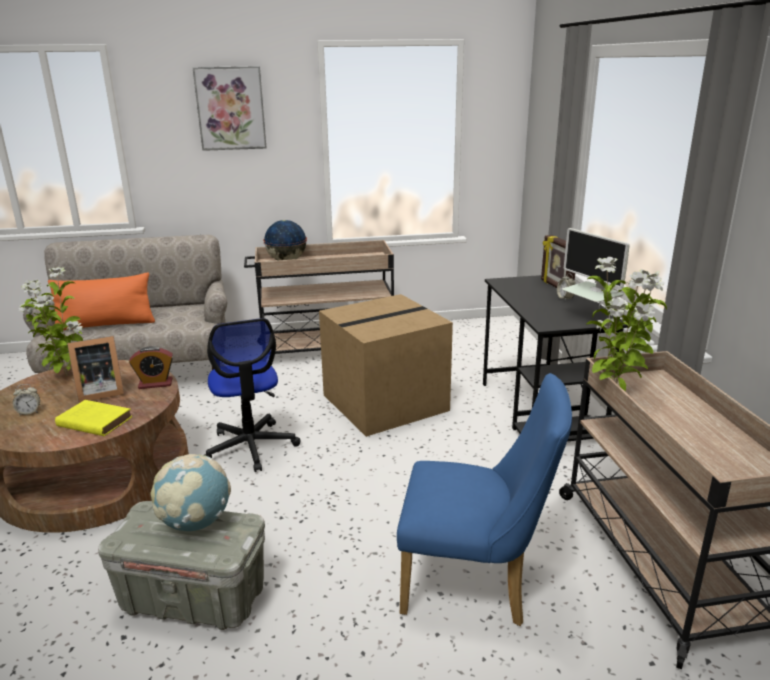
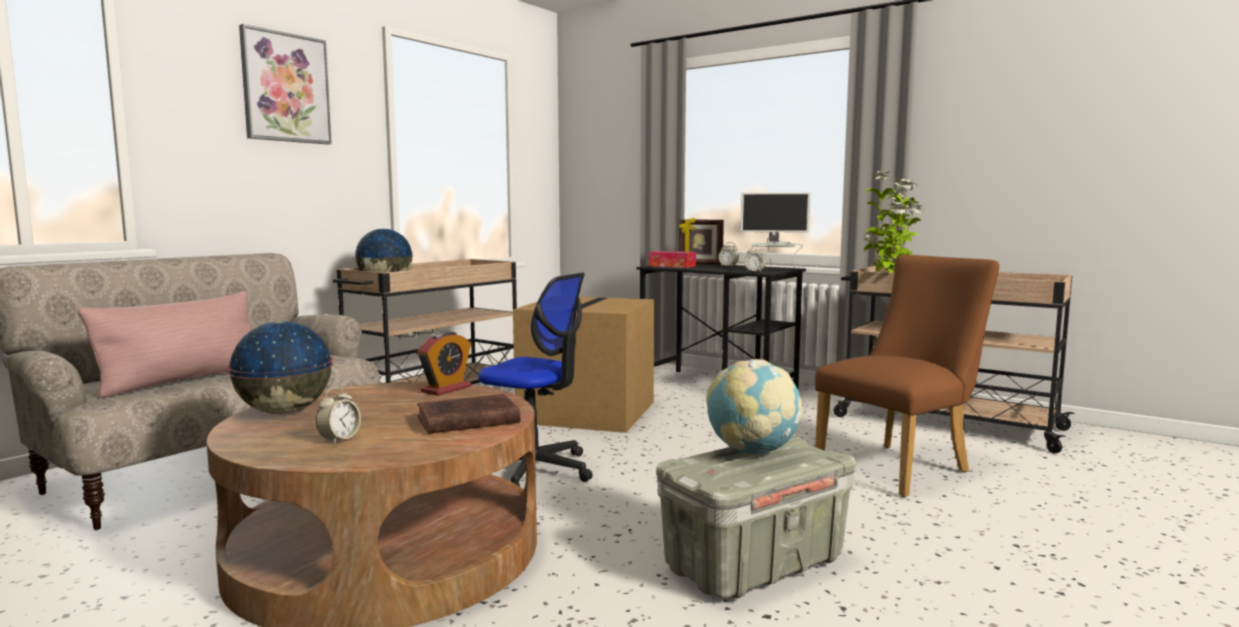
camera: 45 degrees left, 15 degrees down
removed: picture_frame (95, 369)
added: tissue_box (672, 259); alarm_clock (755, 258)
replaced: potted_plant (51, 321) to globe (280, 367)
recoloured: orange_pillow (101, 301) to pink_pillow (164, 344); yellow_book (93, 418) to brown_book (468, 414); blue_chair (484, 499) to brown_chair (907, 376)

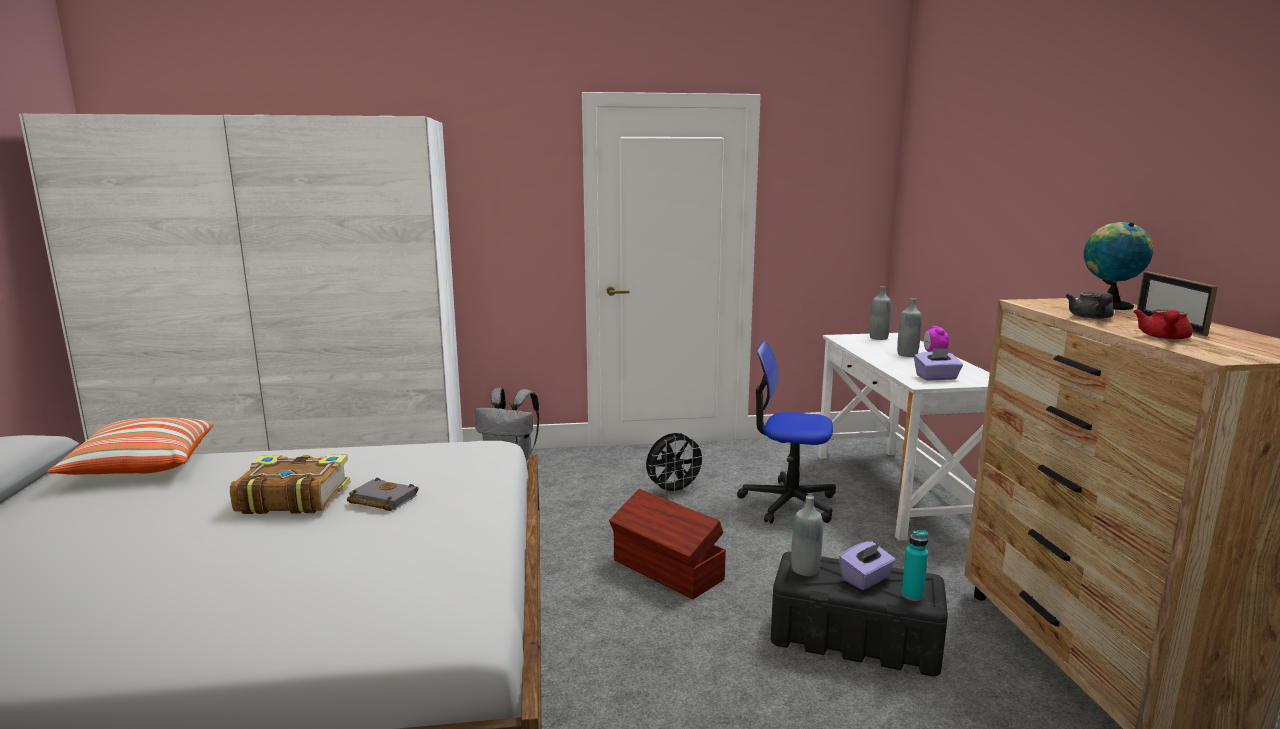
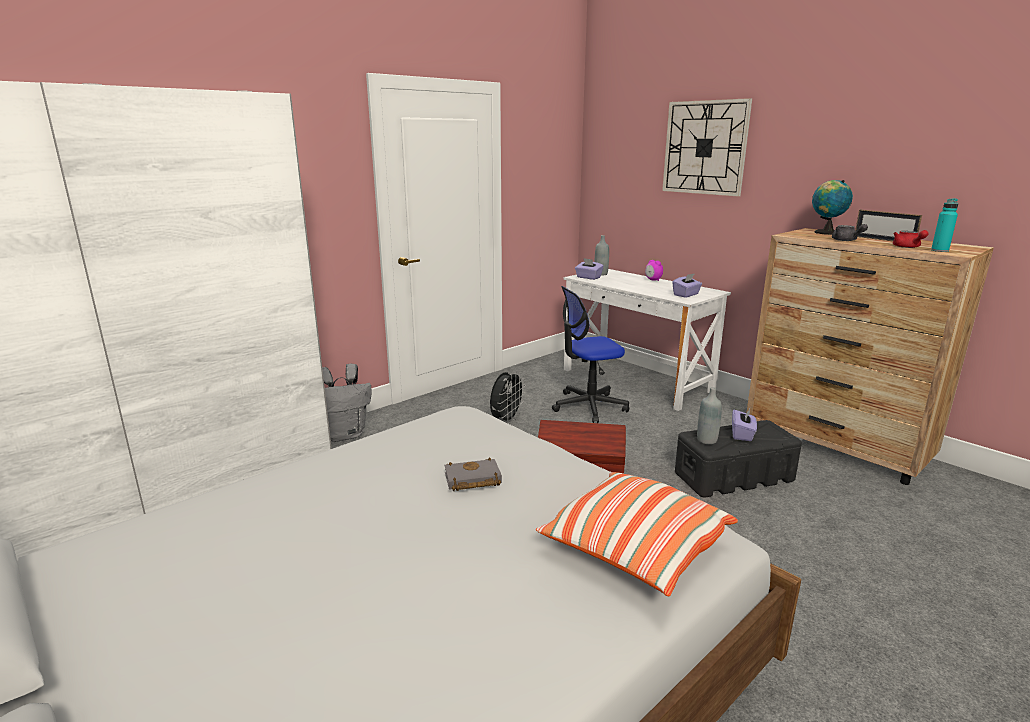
camera: 35 degrees left, 5 degrees up
removed: book (290, 484); grey_bottle (909, 327)
added: purple_tissue_box (589, 269); wall_clock (707, 147)
moved: pillow (130, 446) to (637, 534); turquoise_bottle (915, 565) to (944, 225)

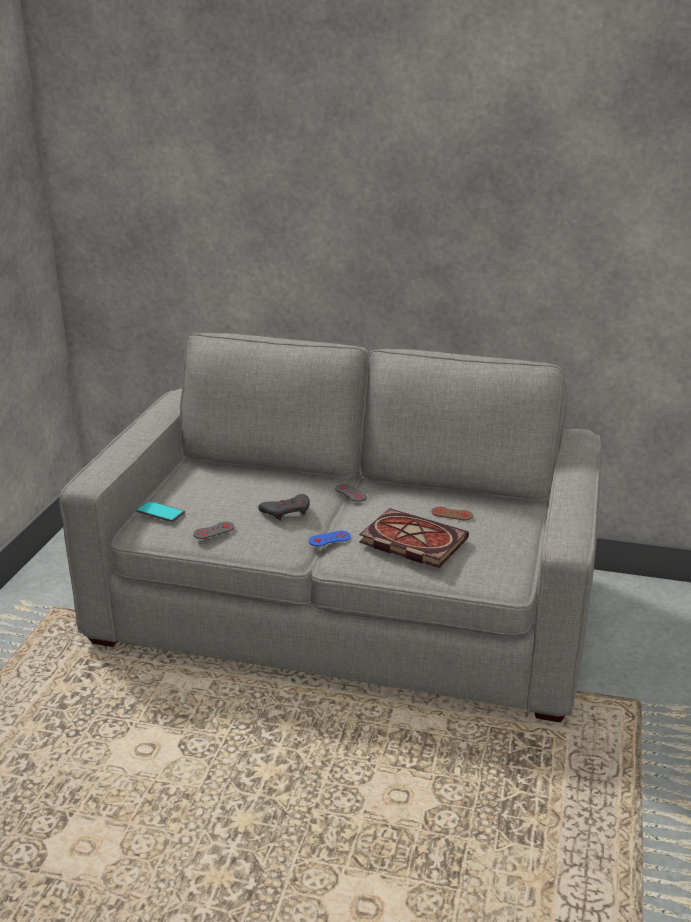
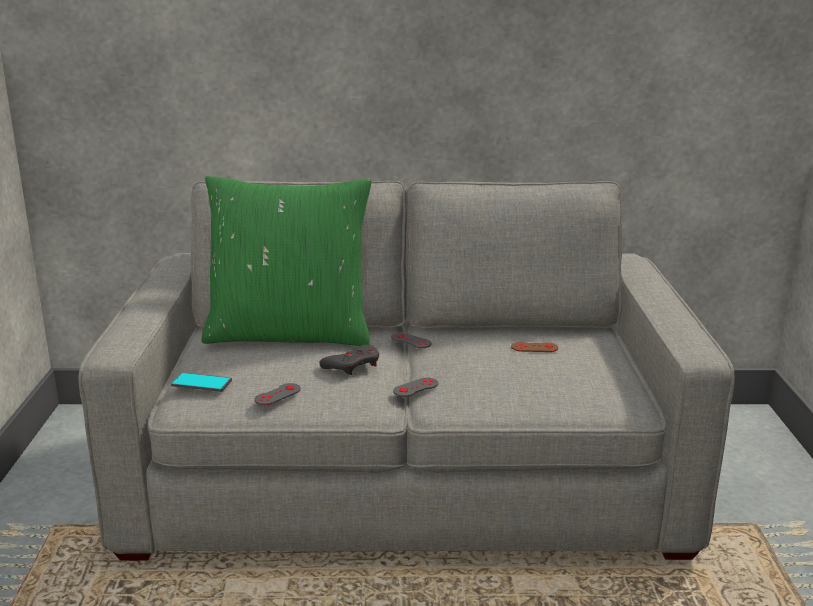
camera: 15 degrees left, 5 degrees down
removed: book (414, 538)
added: green_pillow (286, 261)
recoloured: blue_game_controller (330, 538) to grey_game_controller (415, 387)

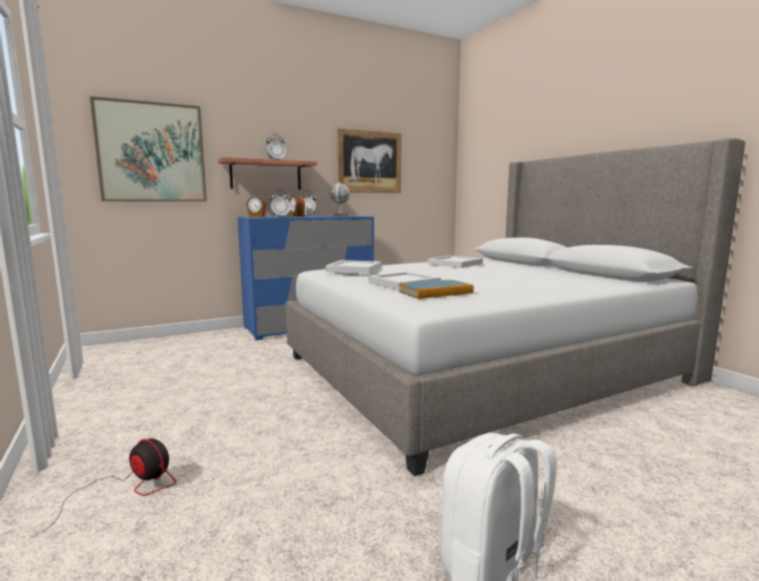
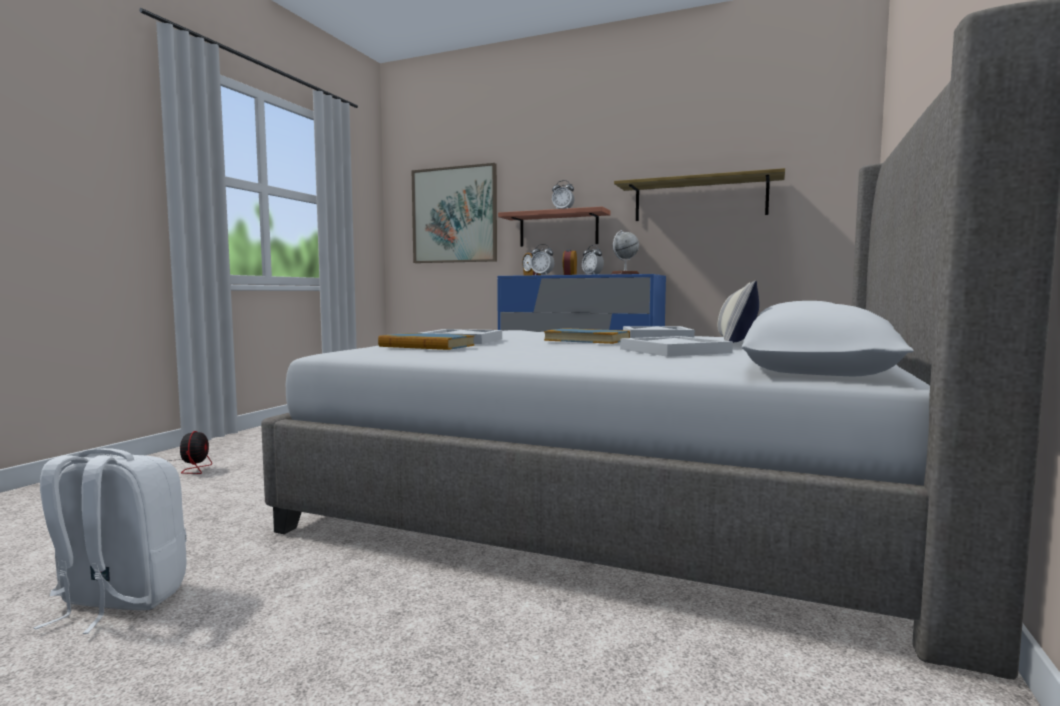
camera: 50 degrees right, 5 degrees down
added: book (587, 336); pillow (738, 311)
moved: white_tray (353, 267) to (676, 346)
replaced: picture (369, 160) to shelf (699, 194)

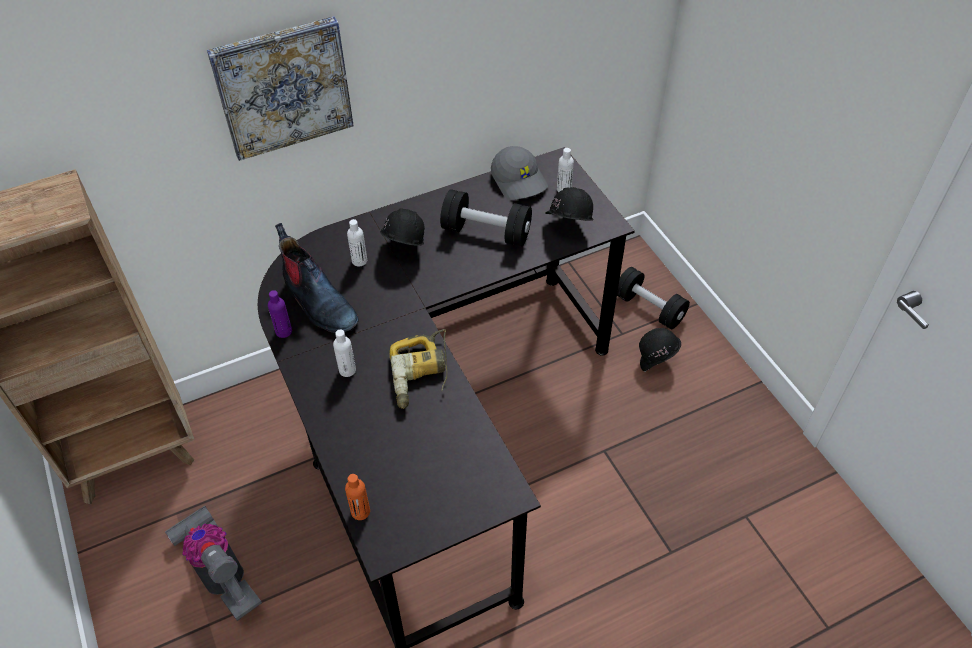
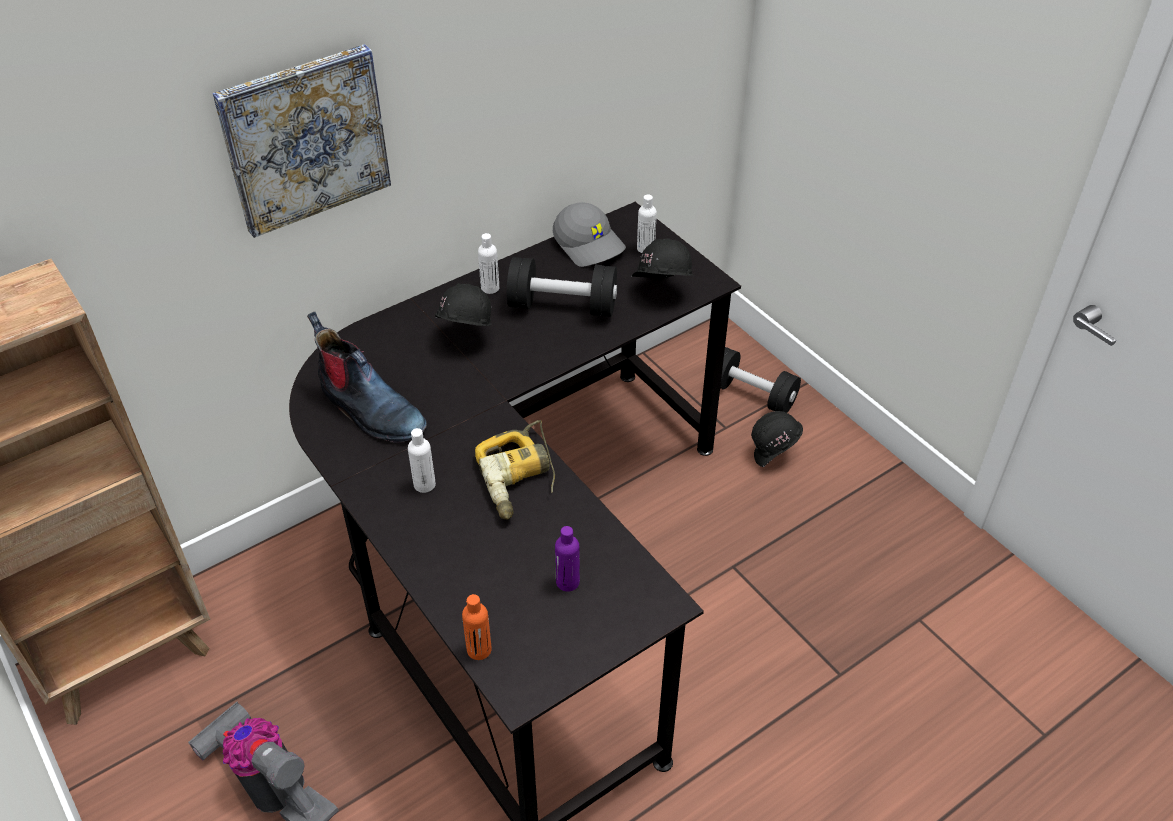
camera: 10 degrees left, 5 degrees down
moved: purple_bottle (280, 314) to (567, 559); white_bottle (357, 242) to (488, 263)

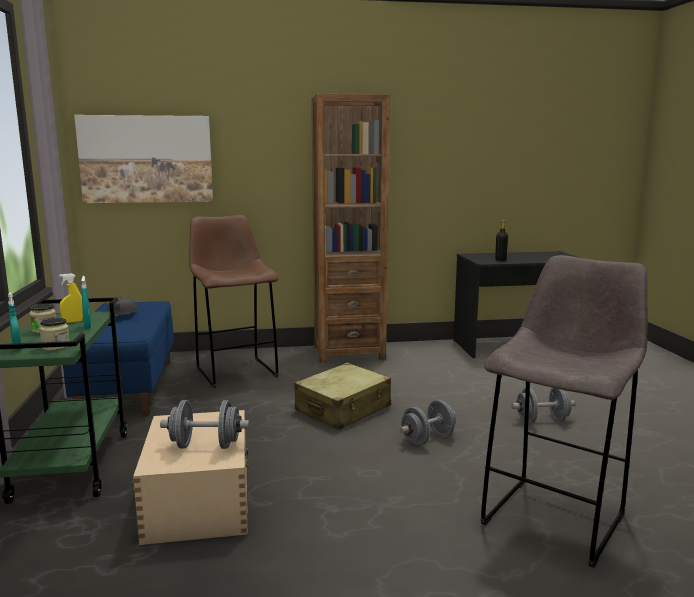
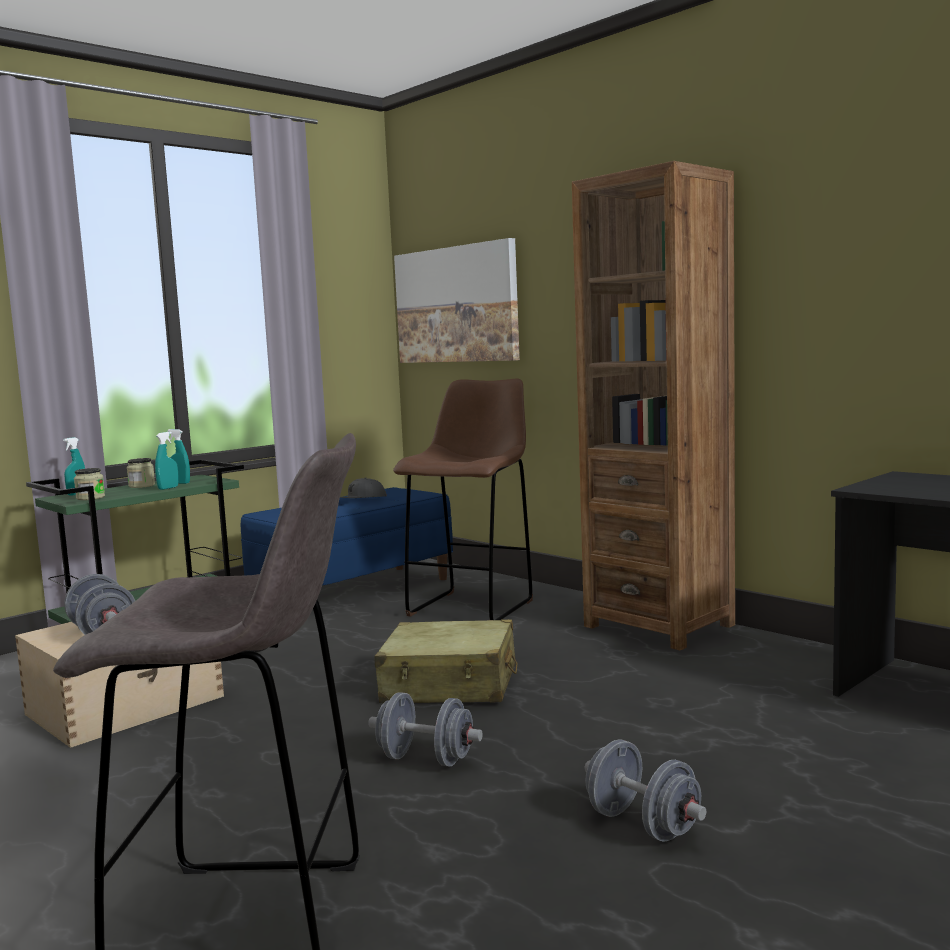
camera: 55 degrees right, 5 degrees down
removed: black_bottle (501, 240)
recoloured: yellow_spray_bottle (71, 298) to turquoise_spray_bottle (178, 456)

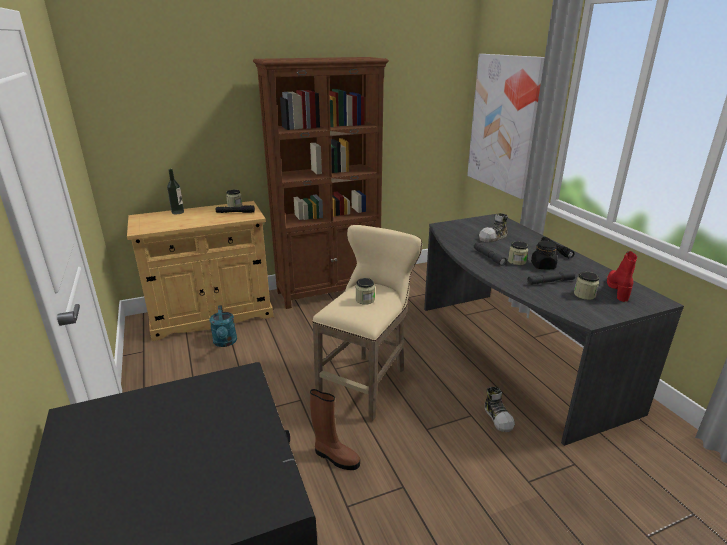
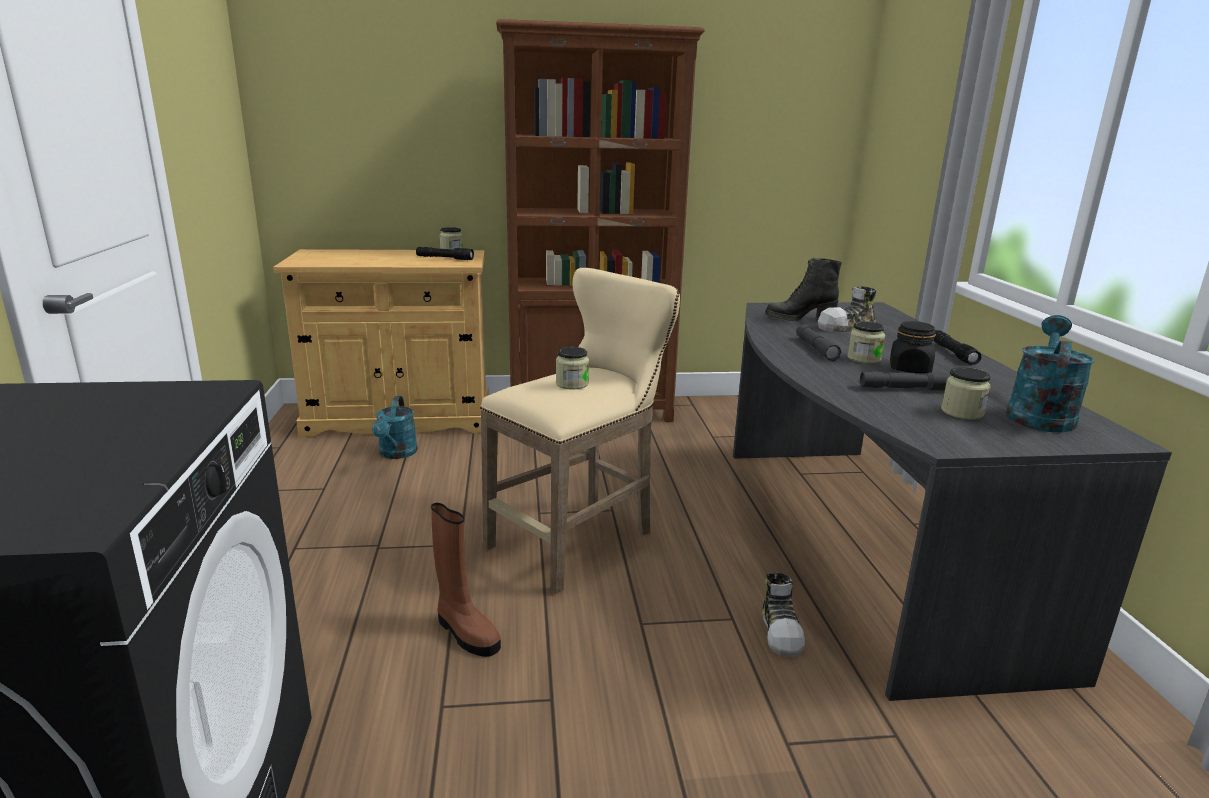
camera: 15 degrees right, 5 degrees down
removed: bottle (175, 191); picture (506, 126)
added: black_boot (803, 289)
replaced: red_boot (622, 276) to turquoise_watering_can (1050, 373)

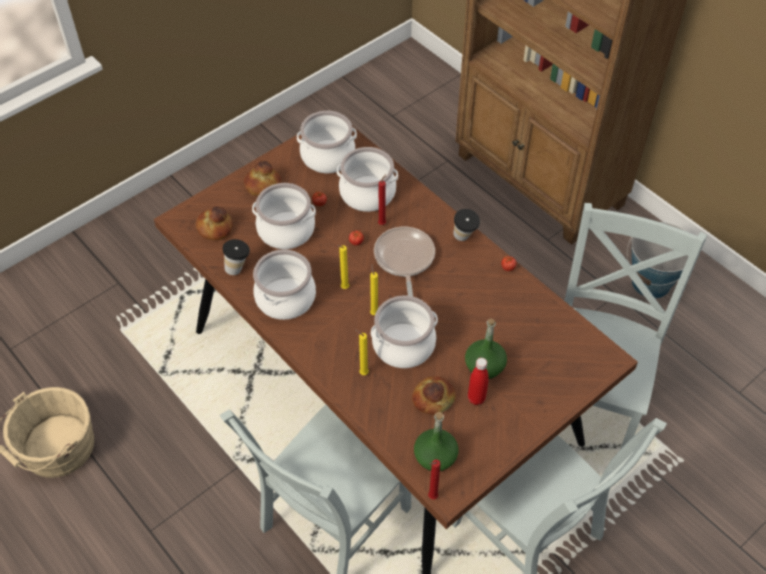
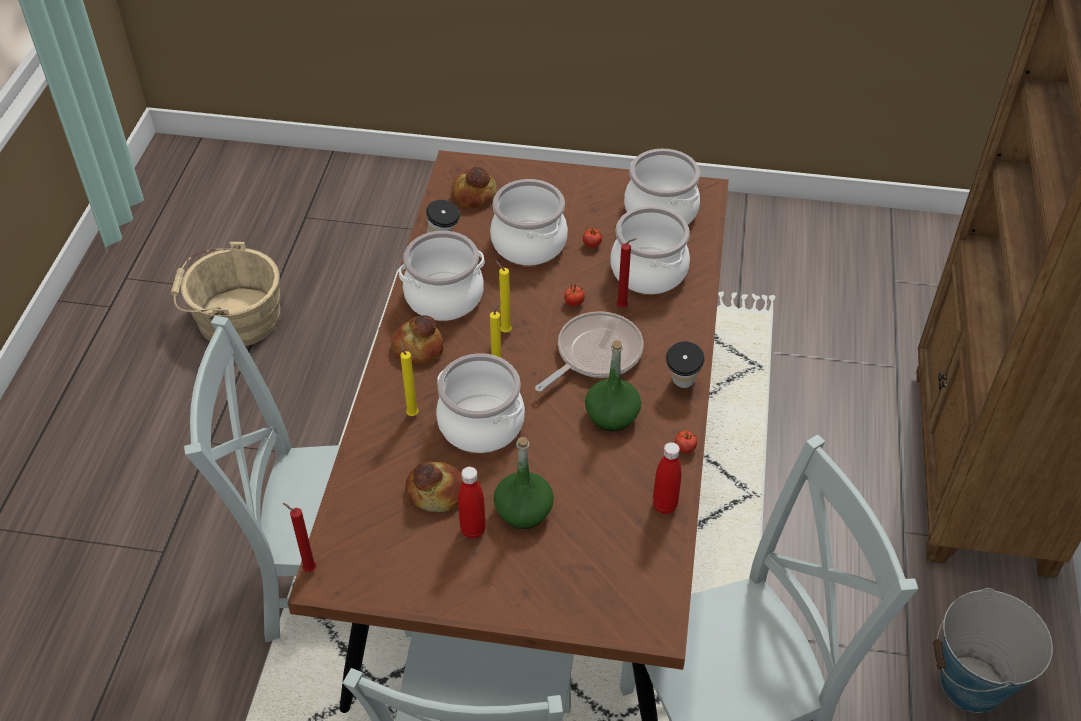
camera: 50 degrees right, 5 degrees down
added: red_bottle (667, 478)
moved: bread (262, 178) to (417, 339); green_bottle (436, 441) to (613, 386)

